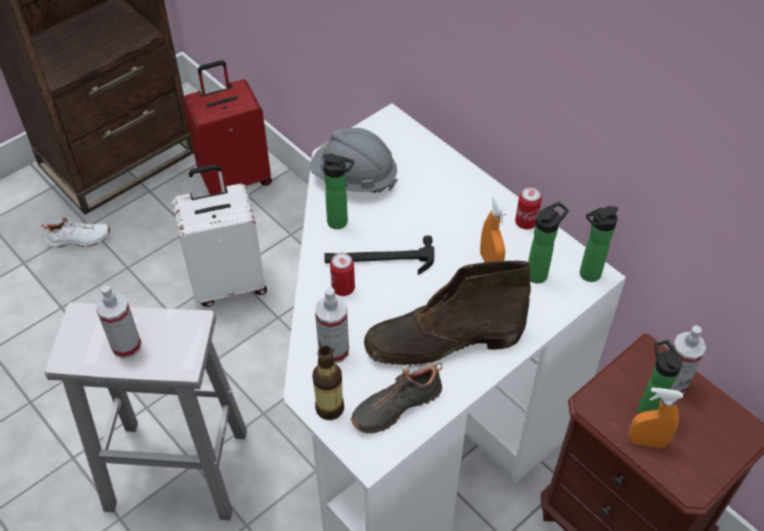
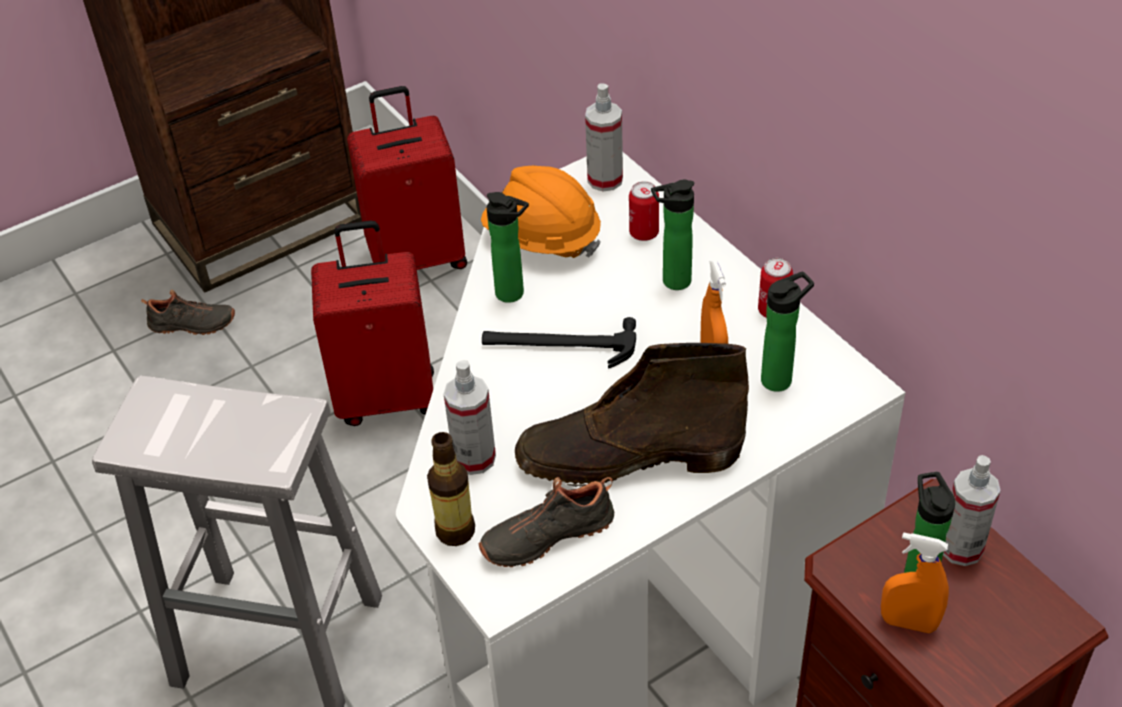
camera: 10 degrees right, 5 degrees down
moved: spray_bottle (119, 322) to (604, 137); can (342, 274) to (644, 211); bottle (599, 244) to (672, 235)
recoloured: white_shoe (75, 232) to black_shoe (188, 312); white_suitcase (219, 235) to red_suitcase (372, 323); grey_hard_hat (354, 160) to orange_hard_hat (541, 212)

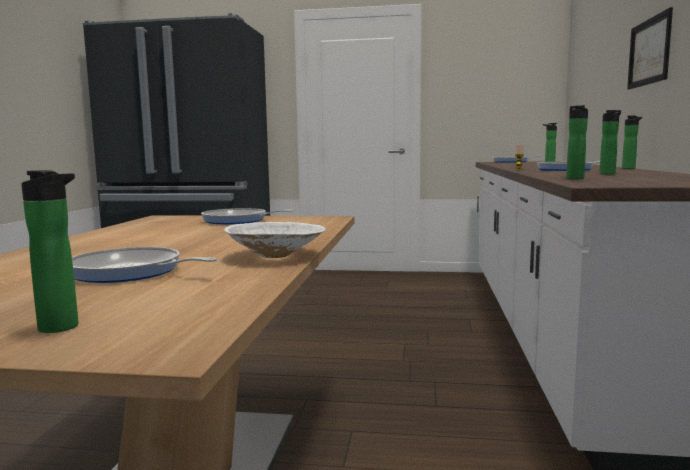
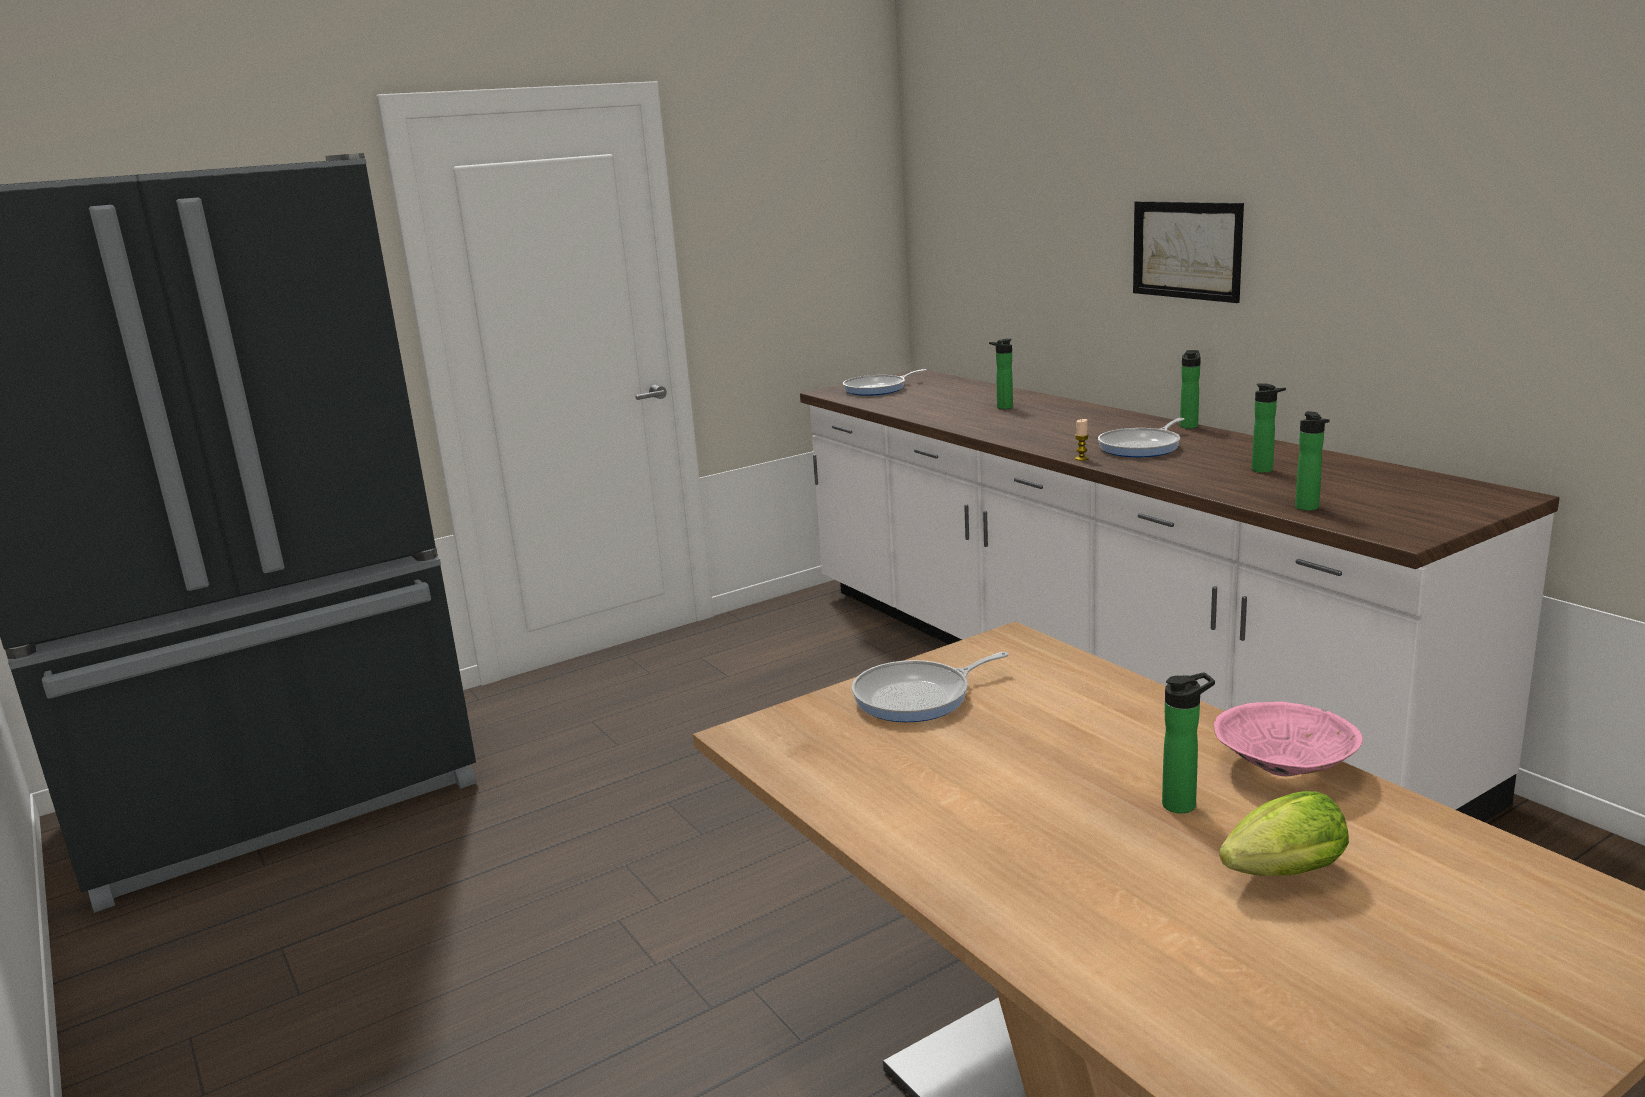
camera: 40 degrees left, 10 degrees up
moved: bottle (49, 251) to (1188, 742)
replaced: frying_pan (145, 265) to lettuce (1284, 833)
recoloured: white_bowl (275, 240) to pink_bowl (1288, 739)

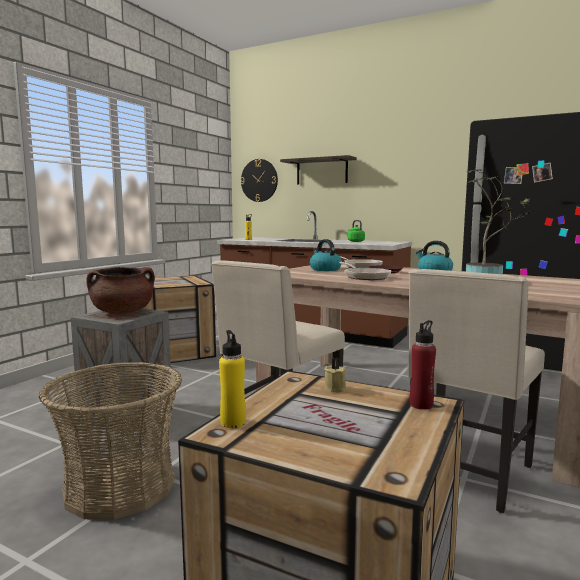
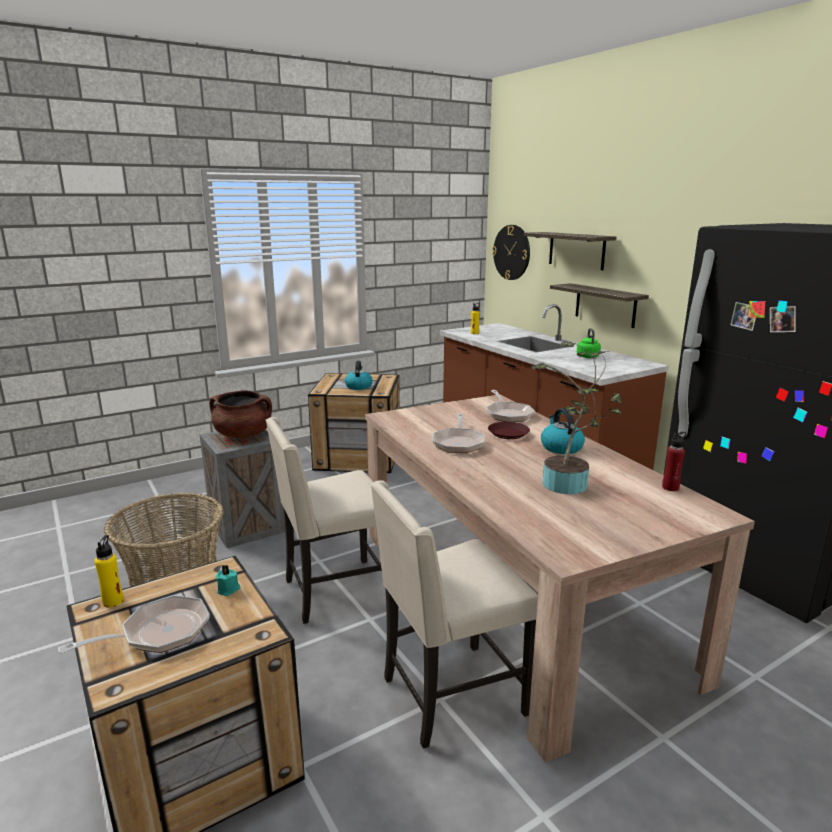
camera: 30 degrees right, 10 degrees up
added: frying_pan (134, 624); shelf (599, 305)
moved: kettle (326, 255) to (359, 375); red_bottle (423, 365) to (674, 461)
recoloured: beige_candle (335, 375) to turquoise_candle (228, 580)

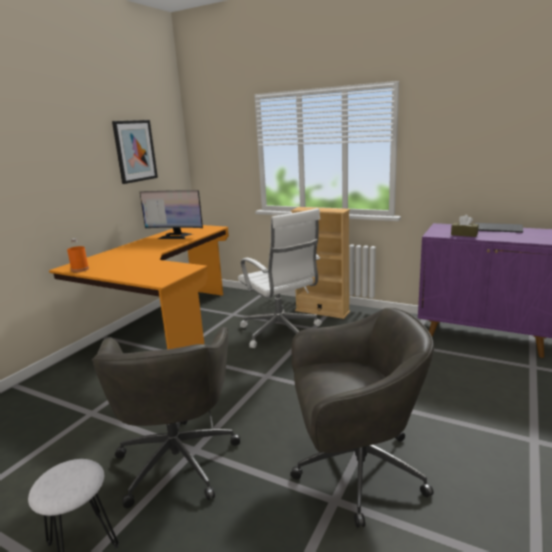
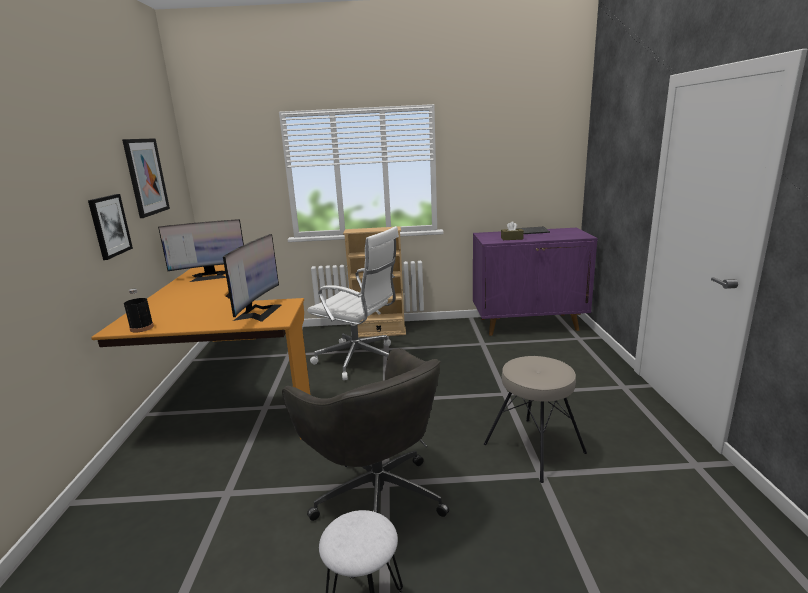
camera: 30 degrees left, 0 degrees up
added: picture (110, 227); monitor (252, 278)
replaced: grey_office_chair (362, 418) to beige_stool (535, 419)
recoloured: orange_bottle (78, 255) to black_bottle (139, 311)

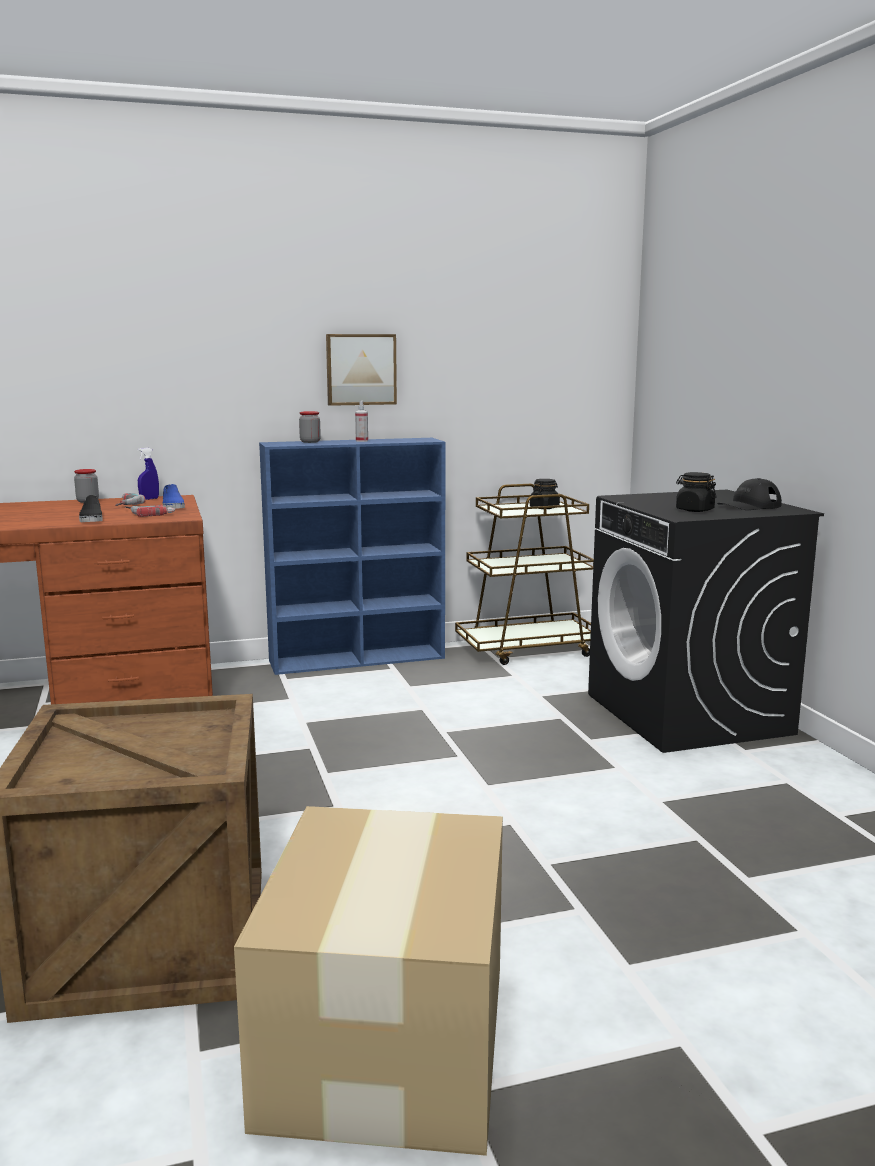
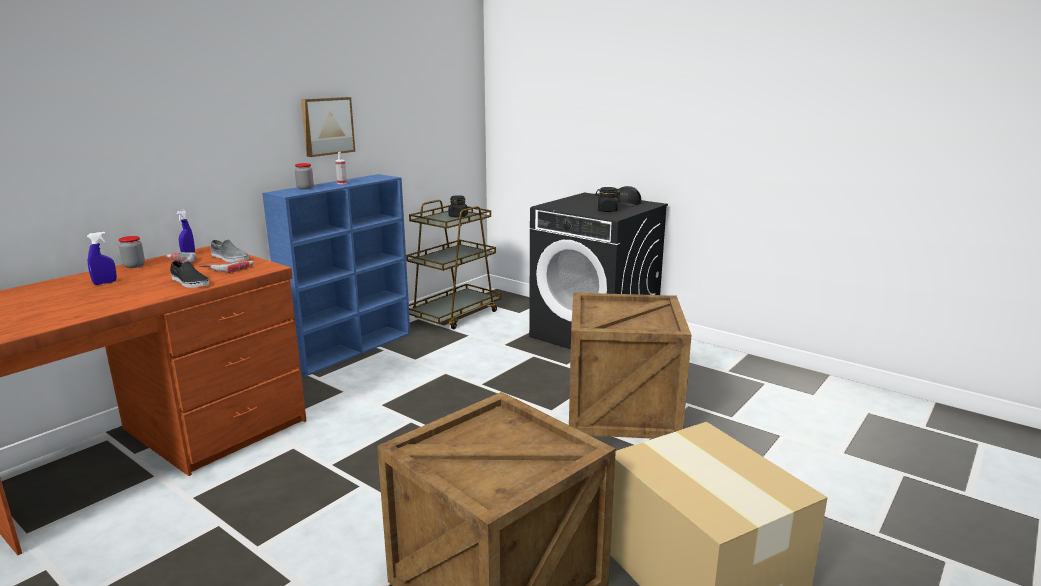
camera: 35 degrees left, 5 degrees up
added: blue_spray_bottle (102, 258); crate (630, 366)
recoloured: blue_shoe (173, 496) to grey_shoe (229, 251)

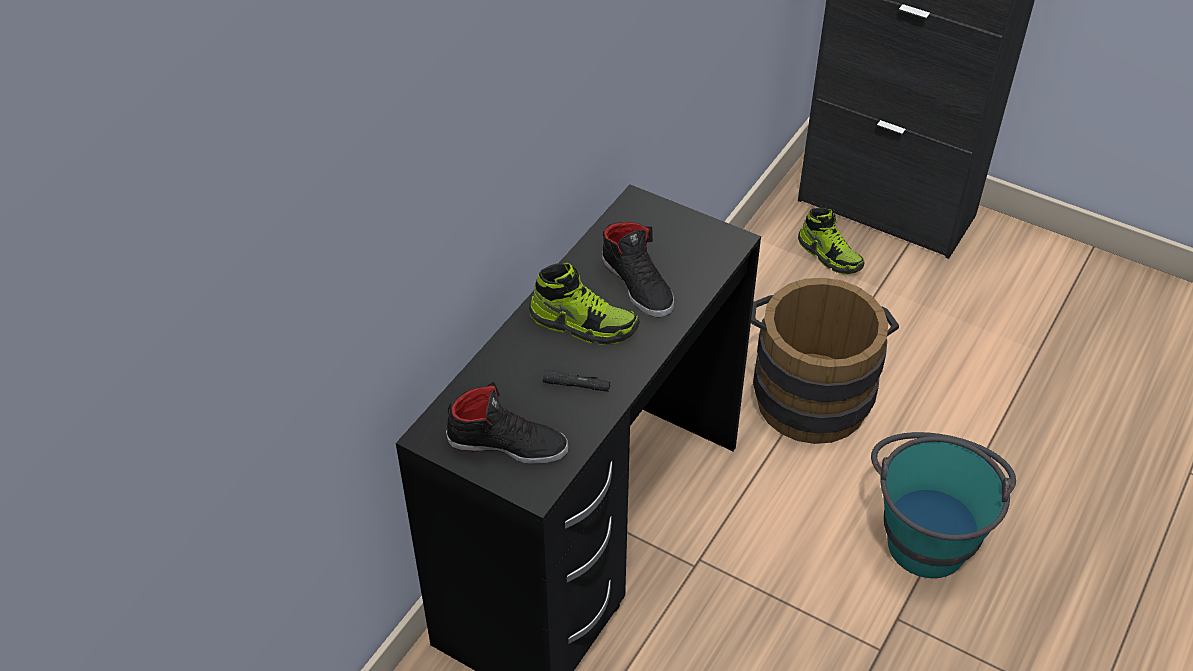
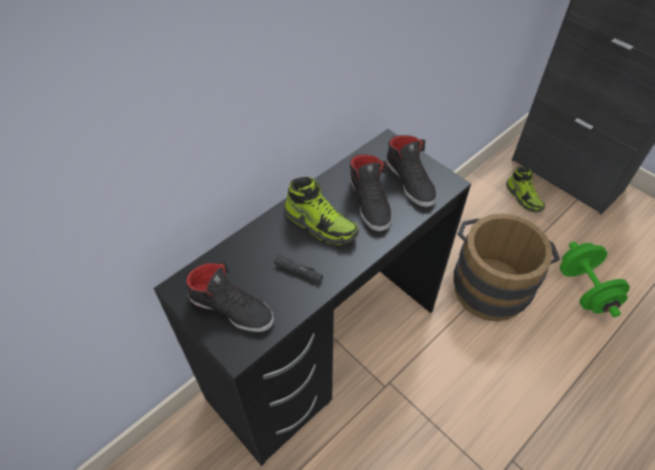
camera: 15 degrees right, 5 degrees up
removed: turquoise_bucket (943, 505)
added: black_shoe (411, 171); green_dumbbell (595, 279)

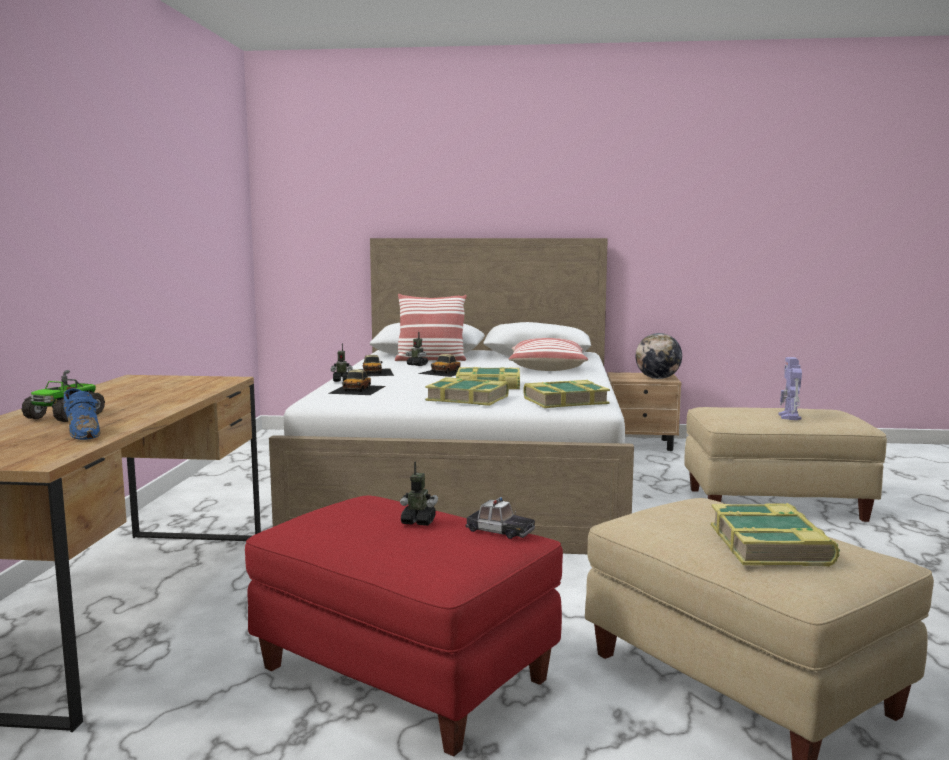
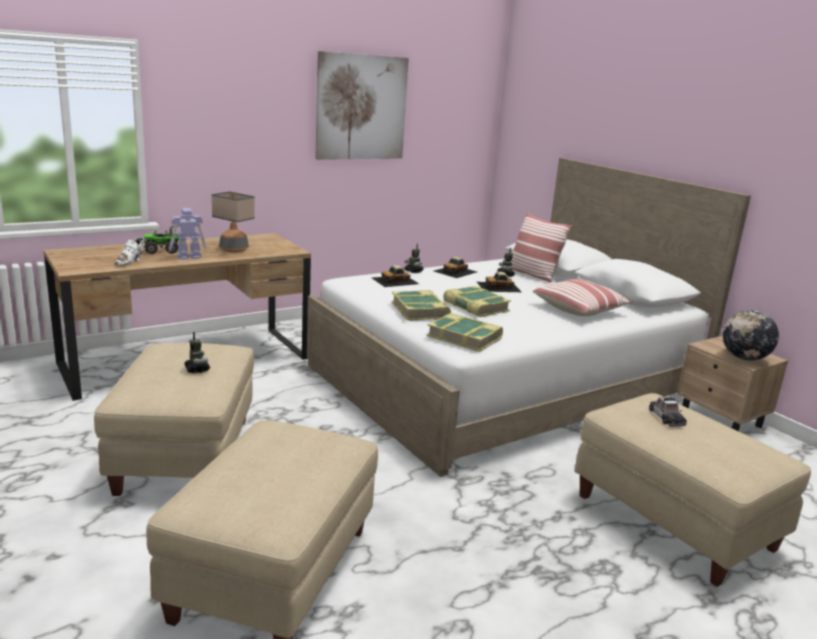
camera: 50 degrees right, 10 degrees up
removed: book (775, 535)
added: table_lamp (233, 222); picture (362, 105)
moved: toy_car (500, 518) to (668, 411); toy_robot (790, 388) to (187, 233)
recoloured: blue_shoe (81, 414) to white_shoe (130, 251); red_ottoman (404, 626) to beige_ottoman (174, 419)

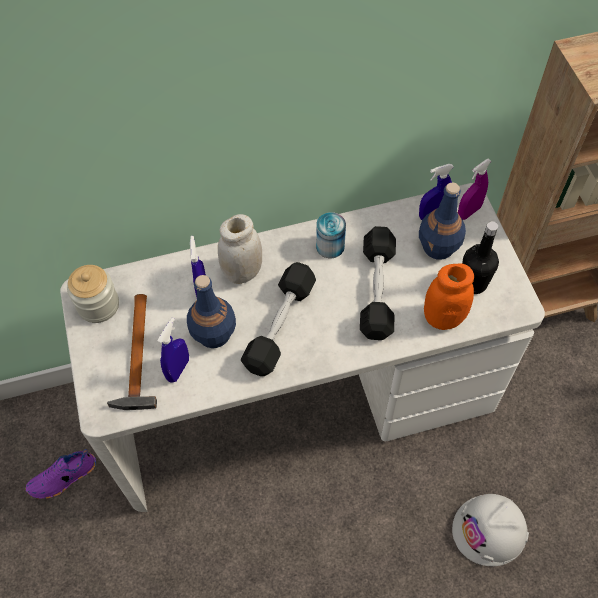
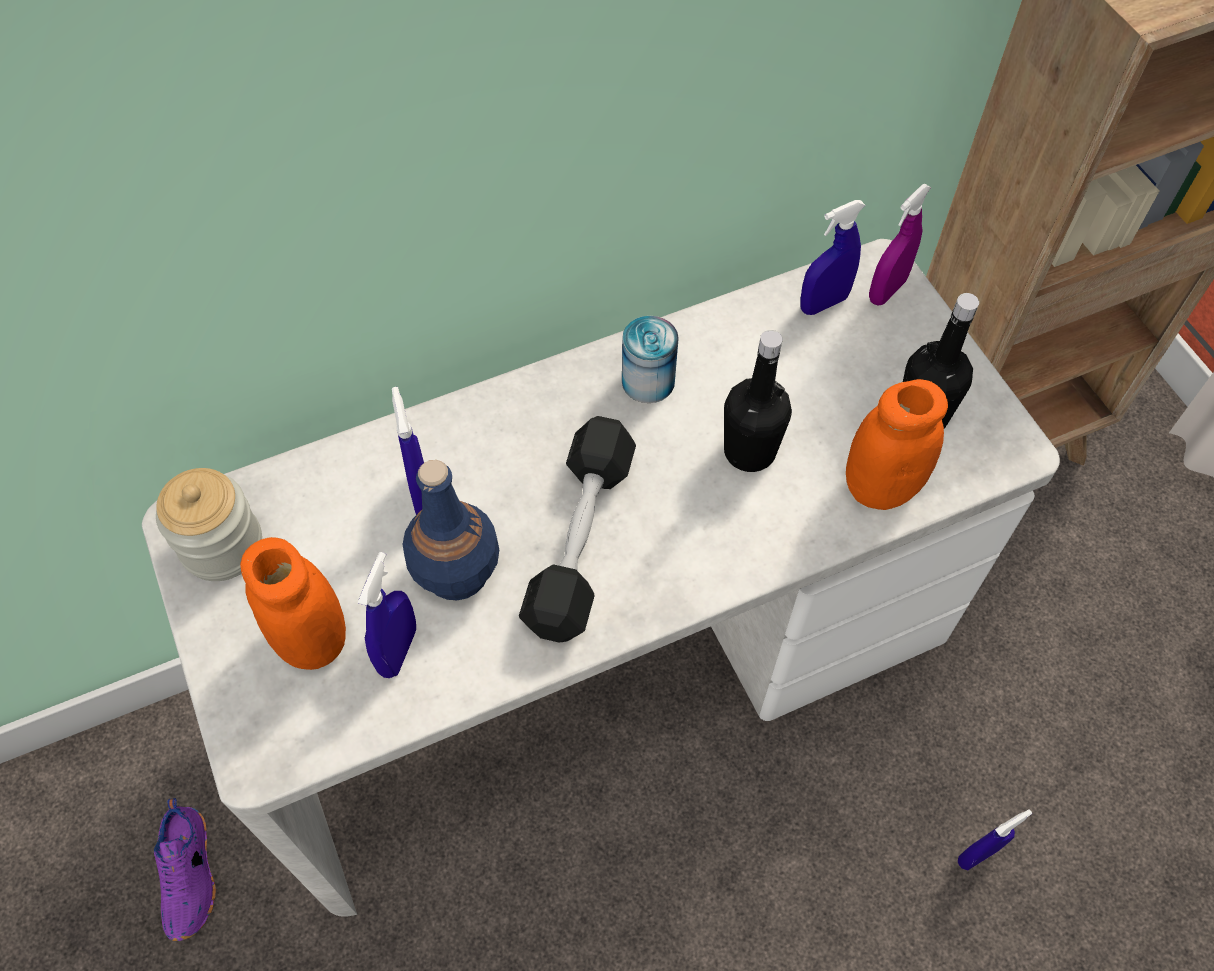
camera: 10 degrees left, 0 degrees up
removed: white_jar (240, 249); blue_bottle (442, 221)
replaced: hammer (132, 352) to orange_jar (293, 603); black_dumbbell (378, 283) to black_bottle (758, 401); white_hard_hat (490, 530) to blue_spray_bottle (995, 839)
turned: purple_shoe (60, 474) = (185, 869) 60 degrees counterclockwise

